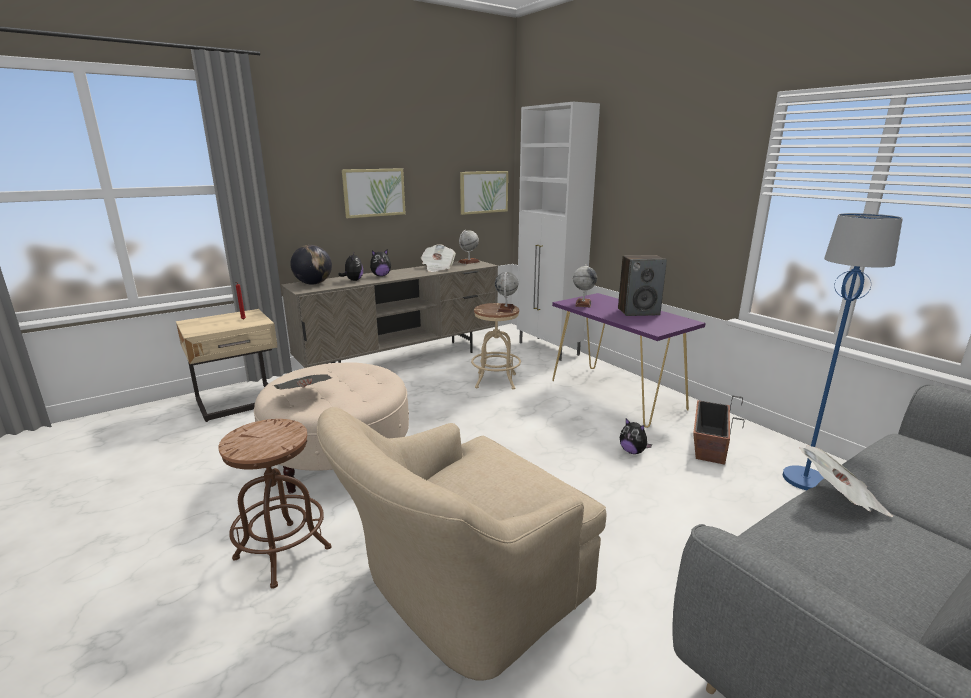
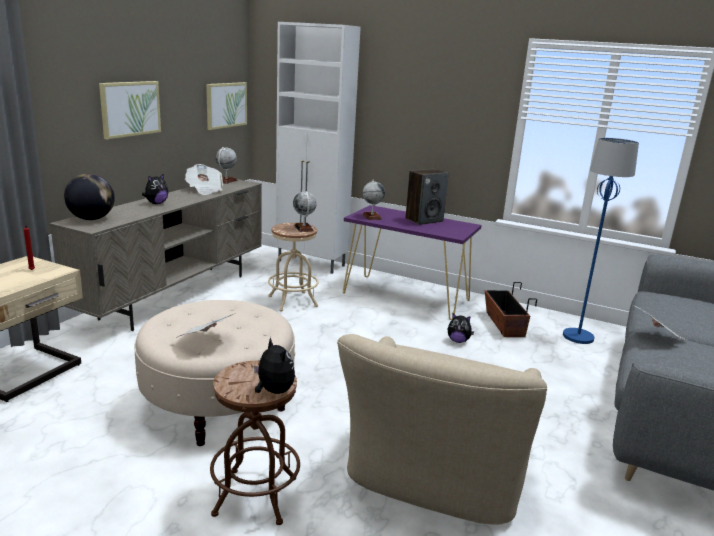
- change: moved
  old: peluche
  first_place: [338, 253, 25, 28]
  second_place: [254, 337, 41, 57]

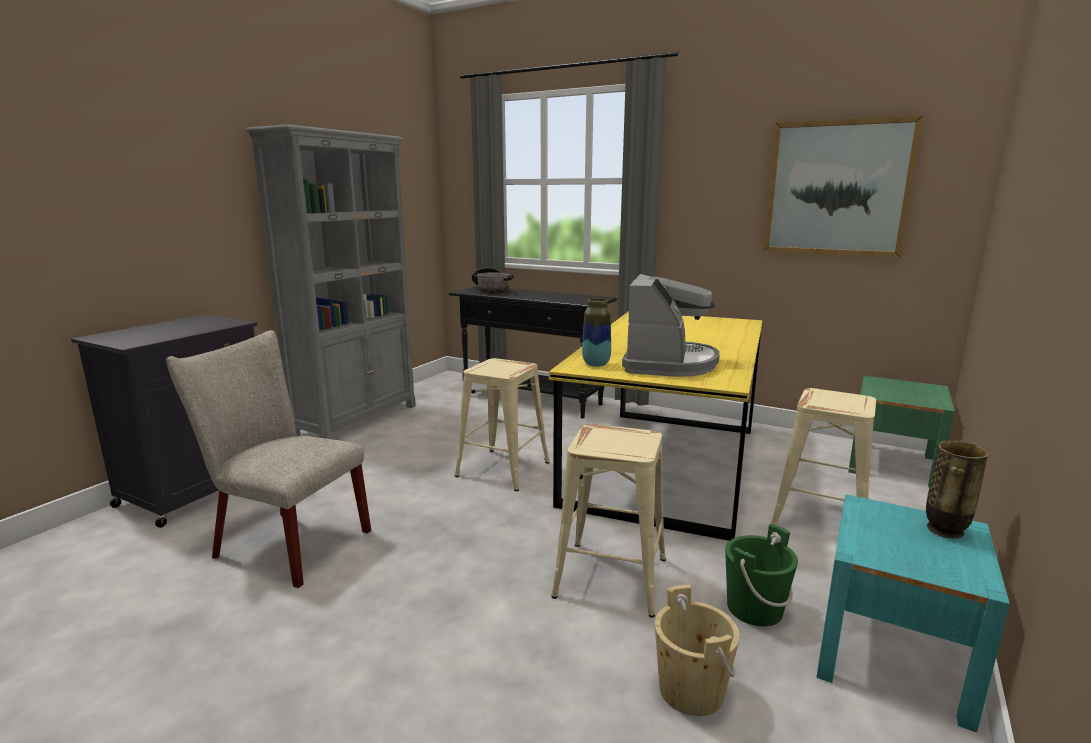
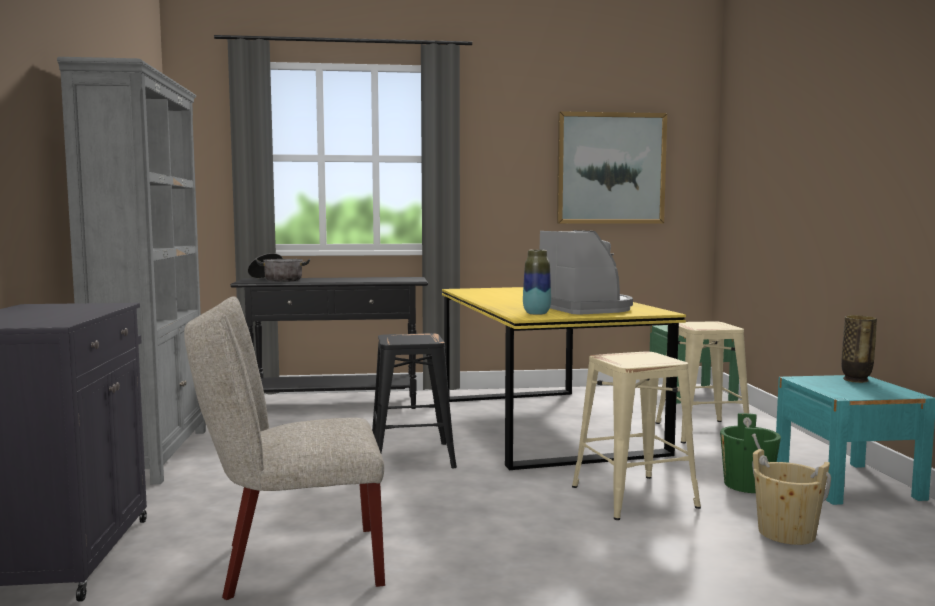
- change: recoloured
  old: taburete (beis)
  new: taburete (negro)
  first_place: [455, 358, 95, 133]
  second_place: [372, 333, 85, 135]

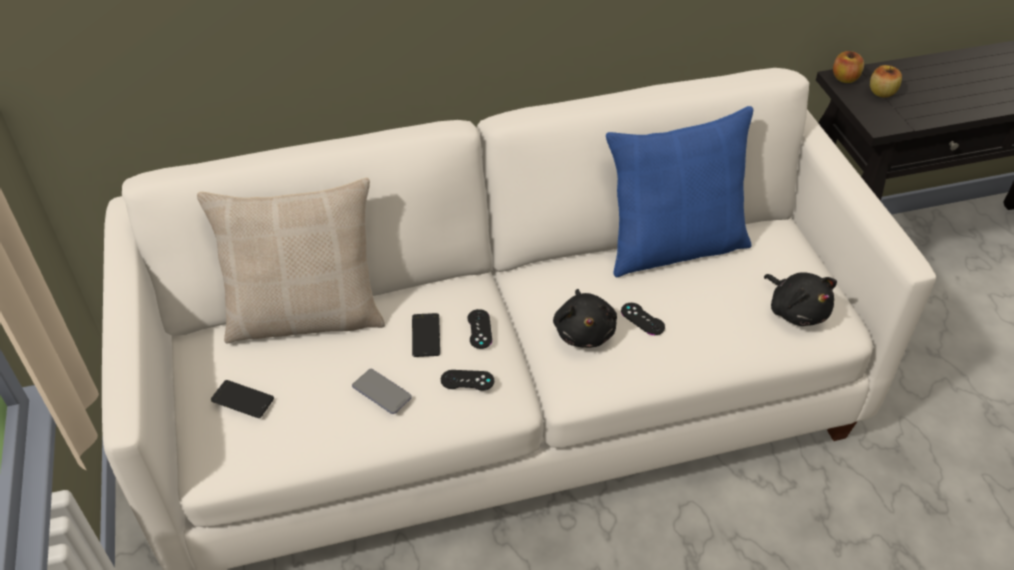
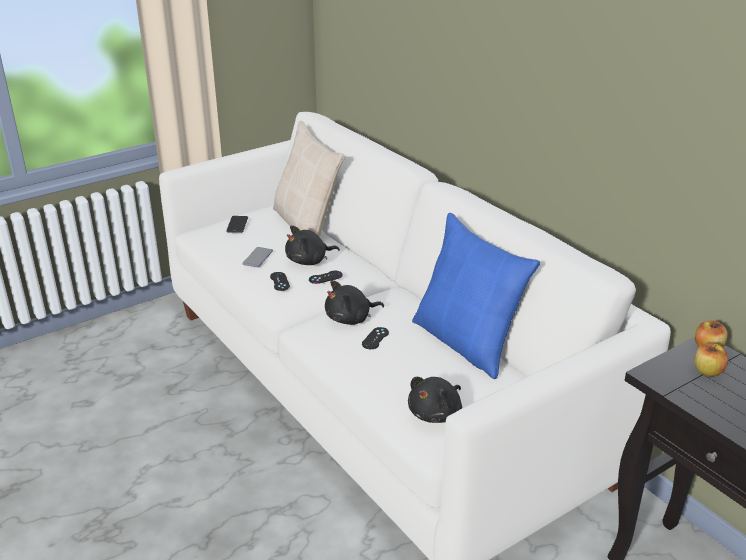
- change: replaced
  old: móvil
  new: peluche (negro)
  first_place: [412, 313, 28, 44]
  second_place: [285, 226, 55, 39]

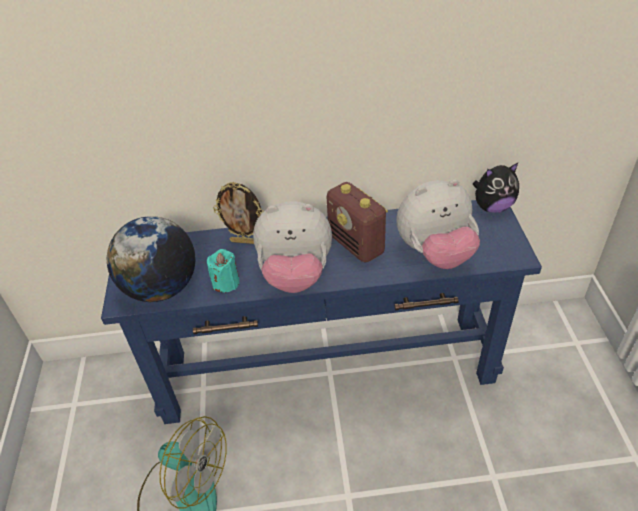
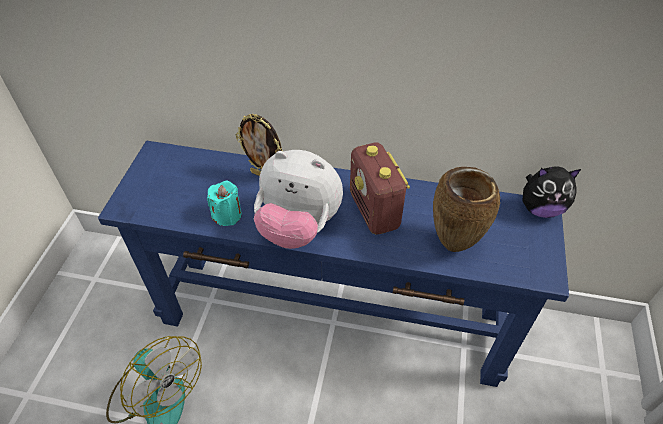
- change: replaced
  old: peluche
  new: florero (marrón)
  first_place: [397, 179, 83, 90]
  second_place: [433, 167, 67, 85]
- change: removed
  old: globo terráqueo
  first_place: [107, 216, 88, 86]

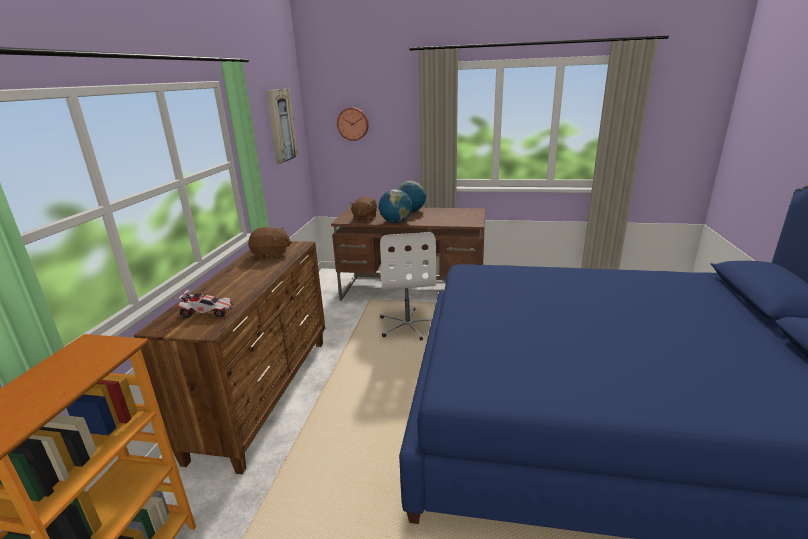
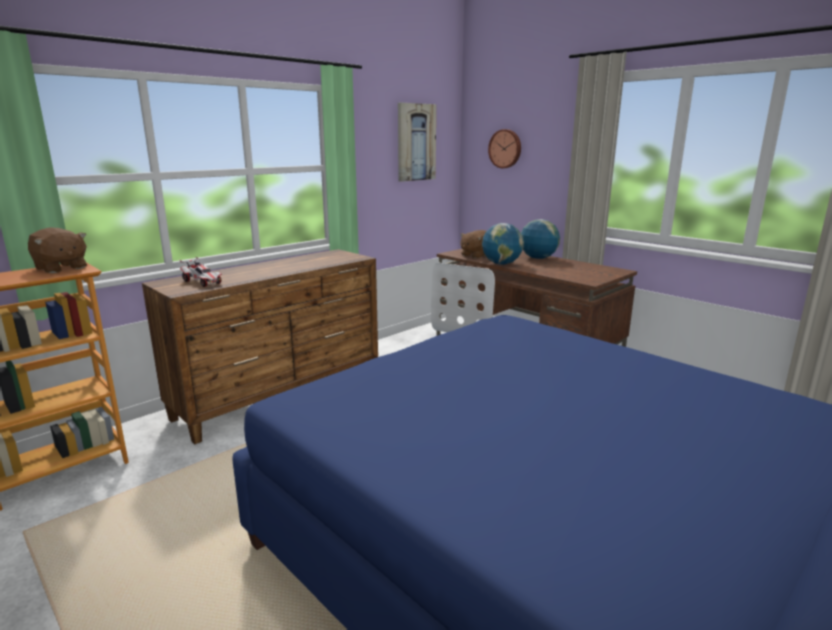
- change: moved
  old: peluche (marrón)
  first_place: [248, 227, 44, 32]
  second_place: [28, 227, 59, 46]

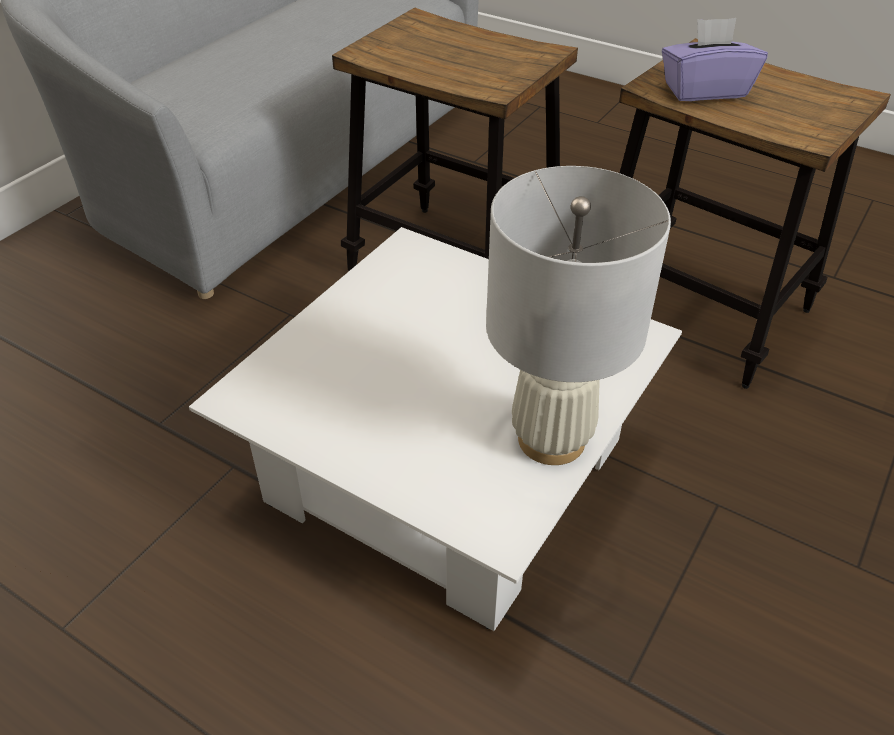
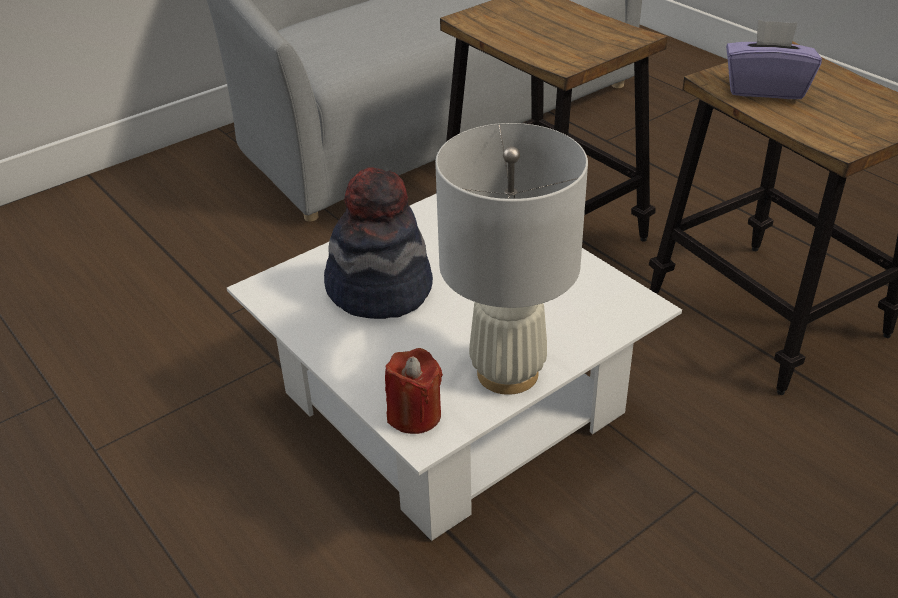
- change: added
  new: sombrero
  second_place: [324, 167, 109, 152]
- change: added
  new: vela (rojo)
  second_place: [385, 348, 58, 86]

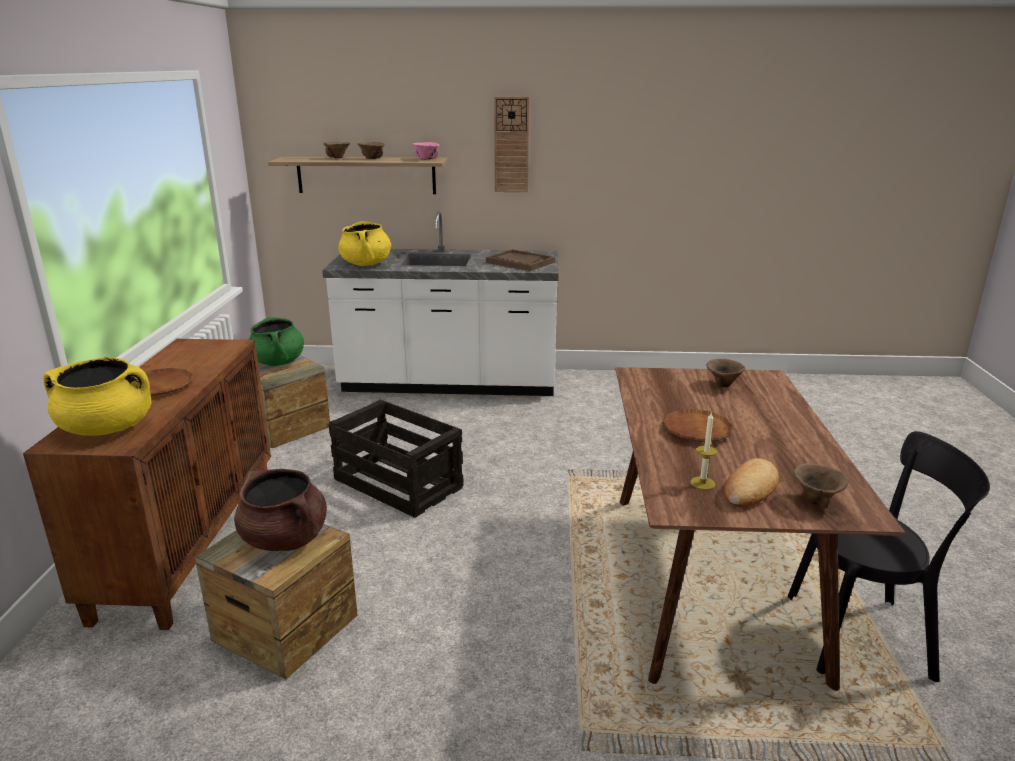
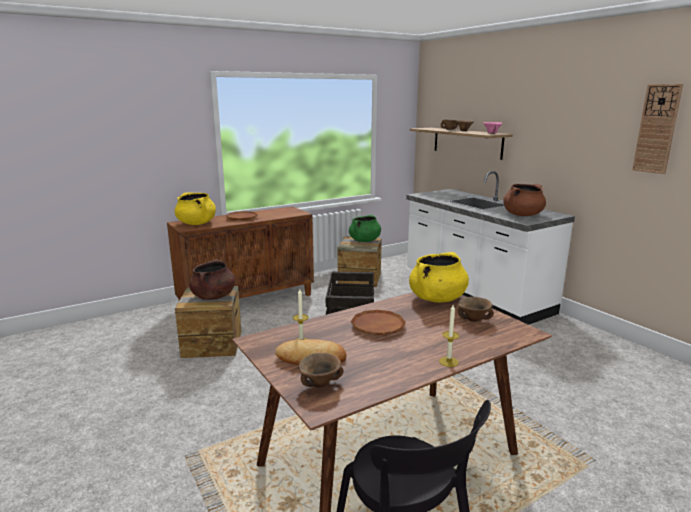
- change: moved
  old: reloj de pared
  first_place: [494, 97, 35, 95]
  second_place: [632, 84, 51, 90]
- change: moved
  old: olla (amarillo)
  first_place: [338, 221, 53, 45]
  second_place: [409, 252, 60, 51]
- change: replaced
  old: bandeja (marrón)
  new: olla (marrón)
  first_place: [486, 249, 69, 22]
  second_place: [503, 184, 43, 32]
- change: added
  new: vela
  second_place: [439, 305, 20, 62]

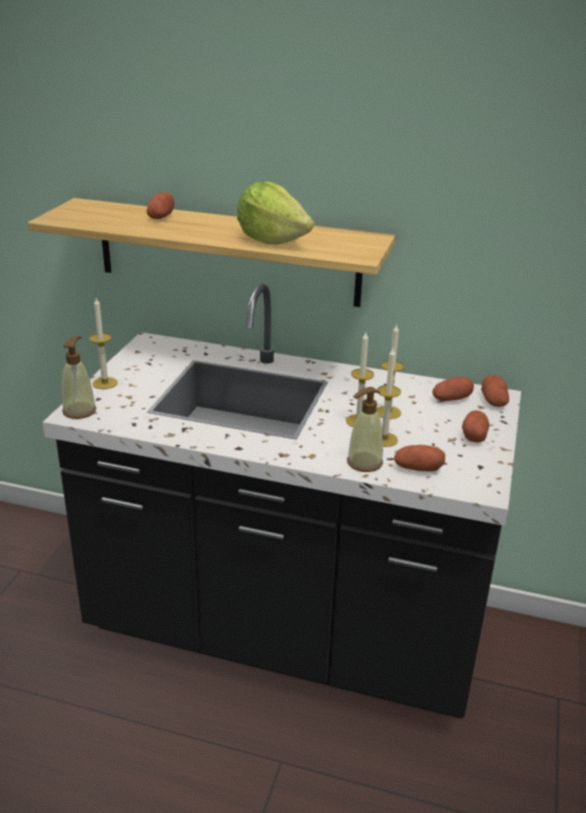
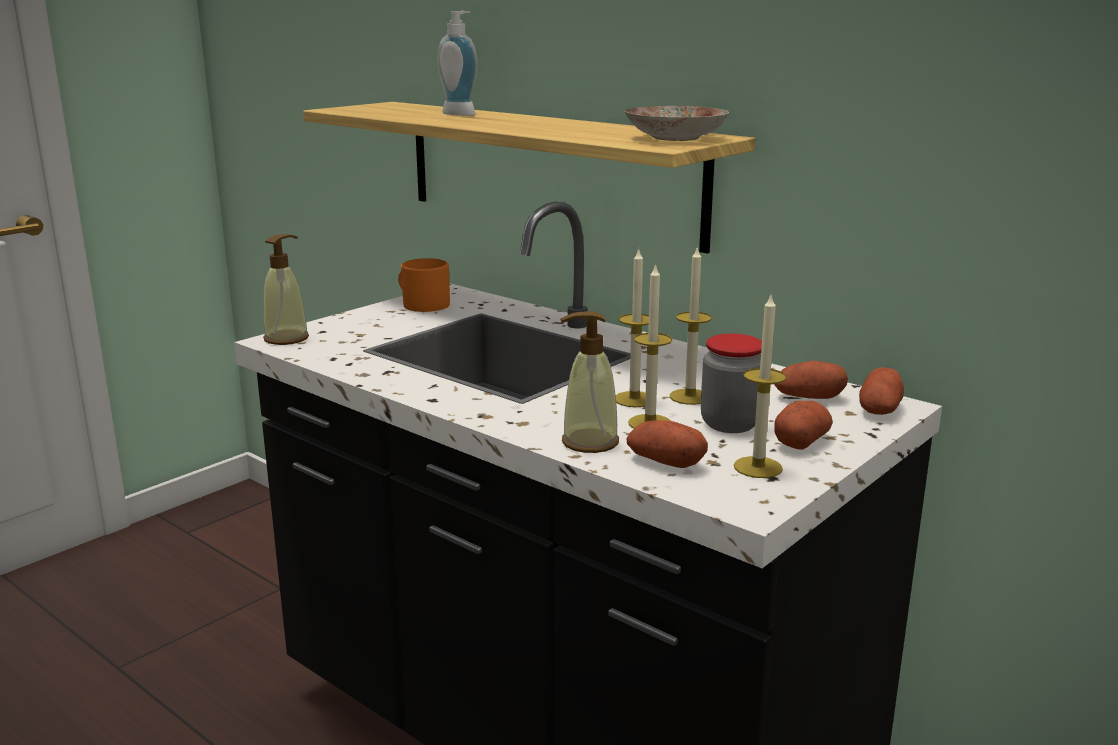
- change: removed
  old: lechuga
  first_place: [237, 182, 77, 62]
- change: replaced
  old: patata
  new: dispensador de jabón
  first_place: [146, 192, 28, 27]
  second_place: [437, 11, 41, 105]
- change: moved
  old: vela
  first_place: [89, 298, 29, 91]
  second_place: [734, 295, 53, 183]
- change: added
  new: plato
  second_place: [625, 106, 104, 35]
- change: added
  new: taza grande (naranja)
  second_place: [398, 258, 52, 54]
- change: added
  new: tarro
  second_place: [701, 334, 61, 99]

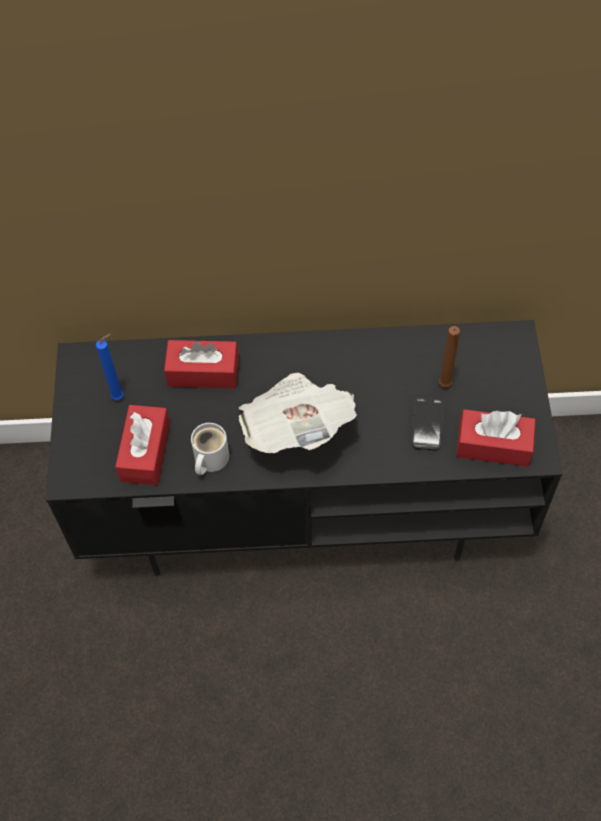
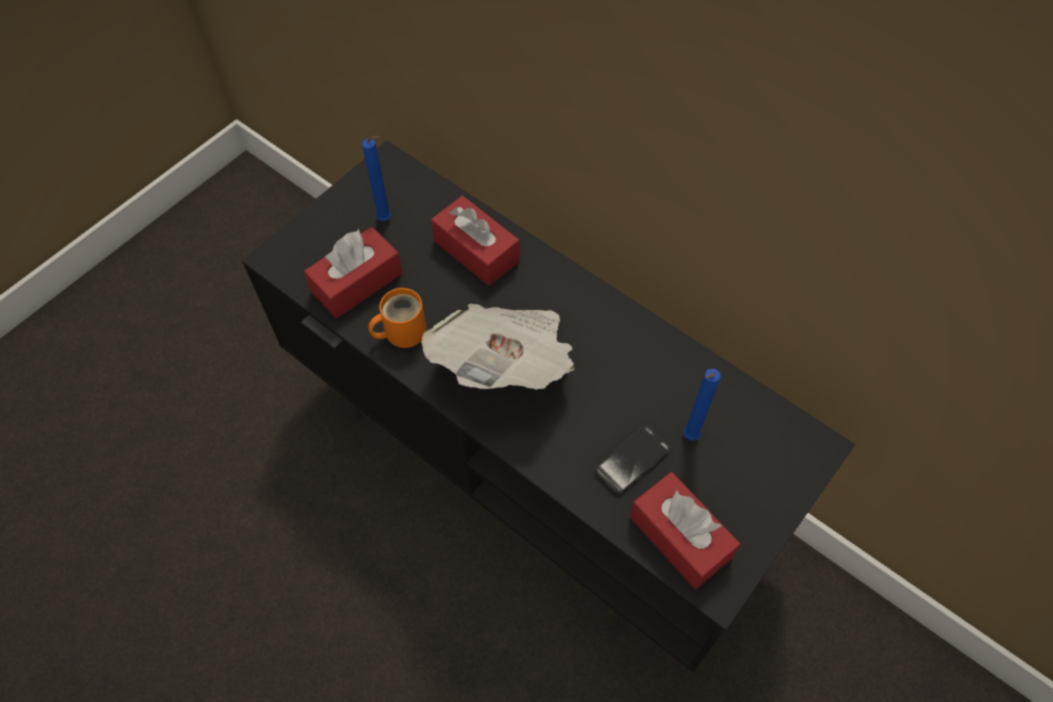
- change: recoloured
  old: vela (marrón)
  new: vela (azul)
  first_place: [439, 326, 21, 61]
  second_place: [684, 369, 37, 71]
- change: recoloured
  old: taza grande (blanco)
  new: taza grande (naranja)
  first_place: [191, 423, 38, 52]
  second_place: [368, 288, 59, 60]

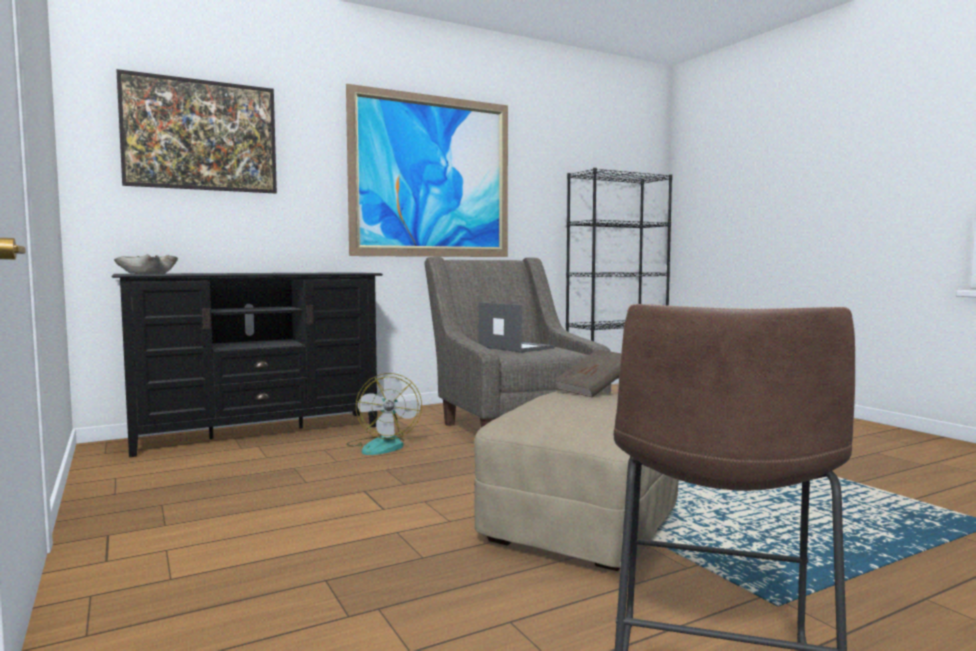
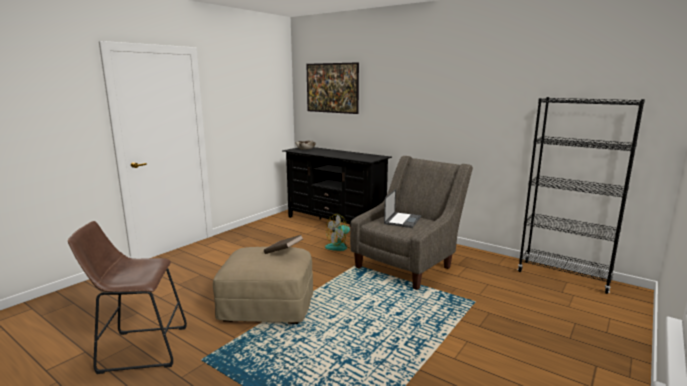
- change: removed
  old: cuadro
  first_place: [346, 84, 162, 173]

